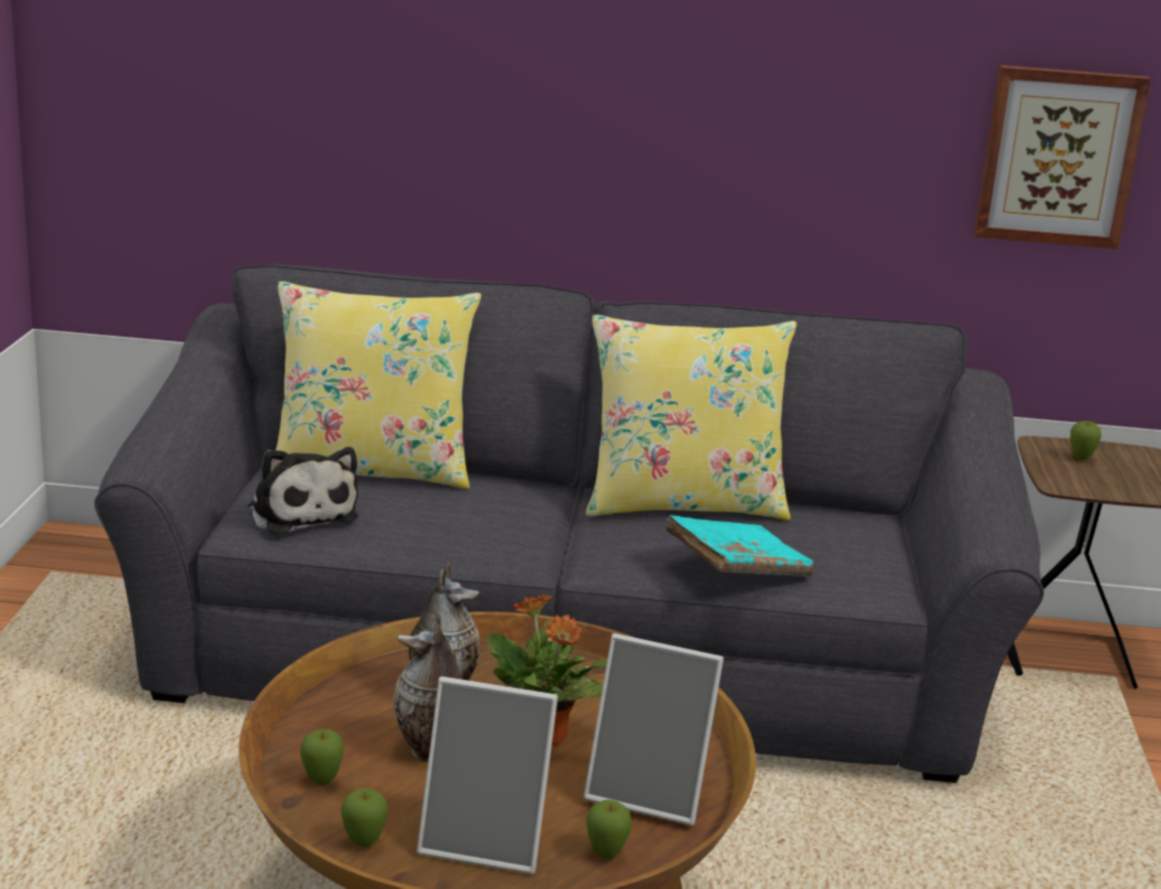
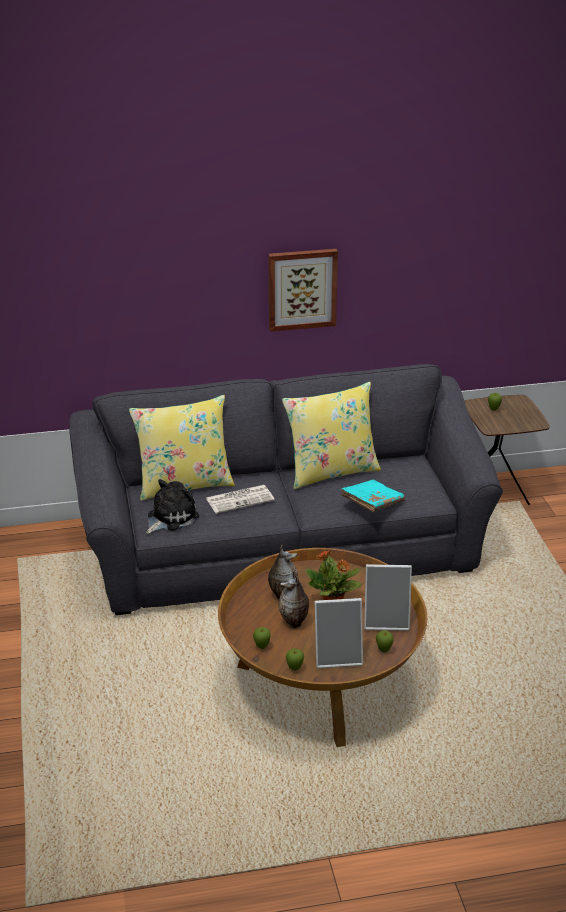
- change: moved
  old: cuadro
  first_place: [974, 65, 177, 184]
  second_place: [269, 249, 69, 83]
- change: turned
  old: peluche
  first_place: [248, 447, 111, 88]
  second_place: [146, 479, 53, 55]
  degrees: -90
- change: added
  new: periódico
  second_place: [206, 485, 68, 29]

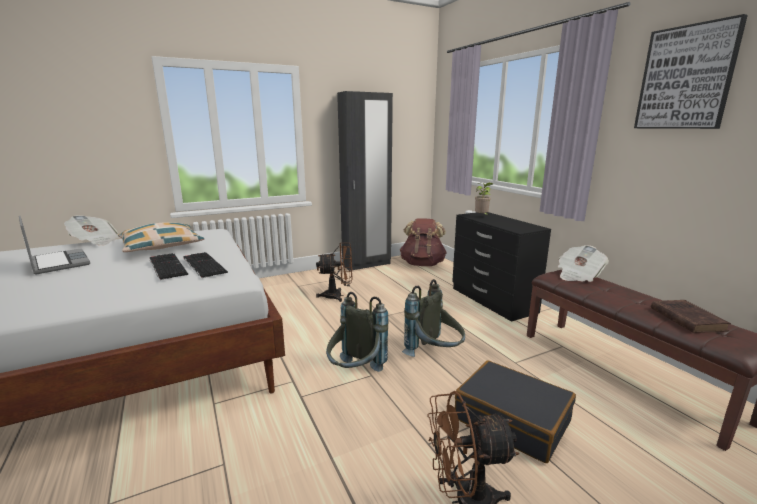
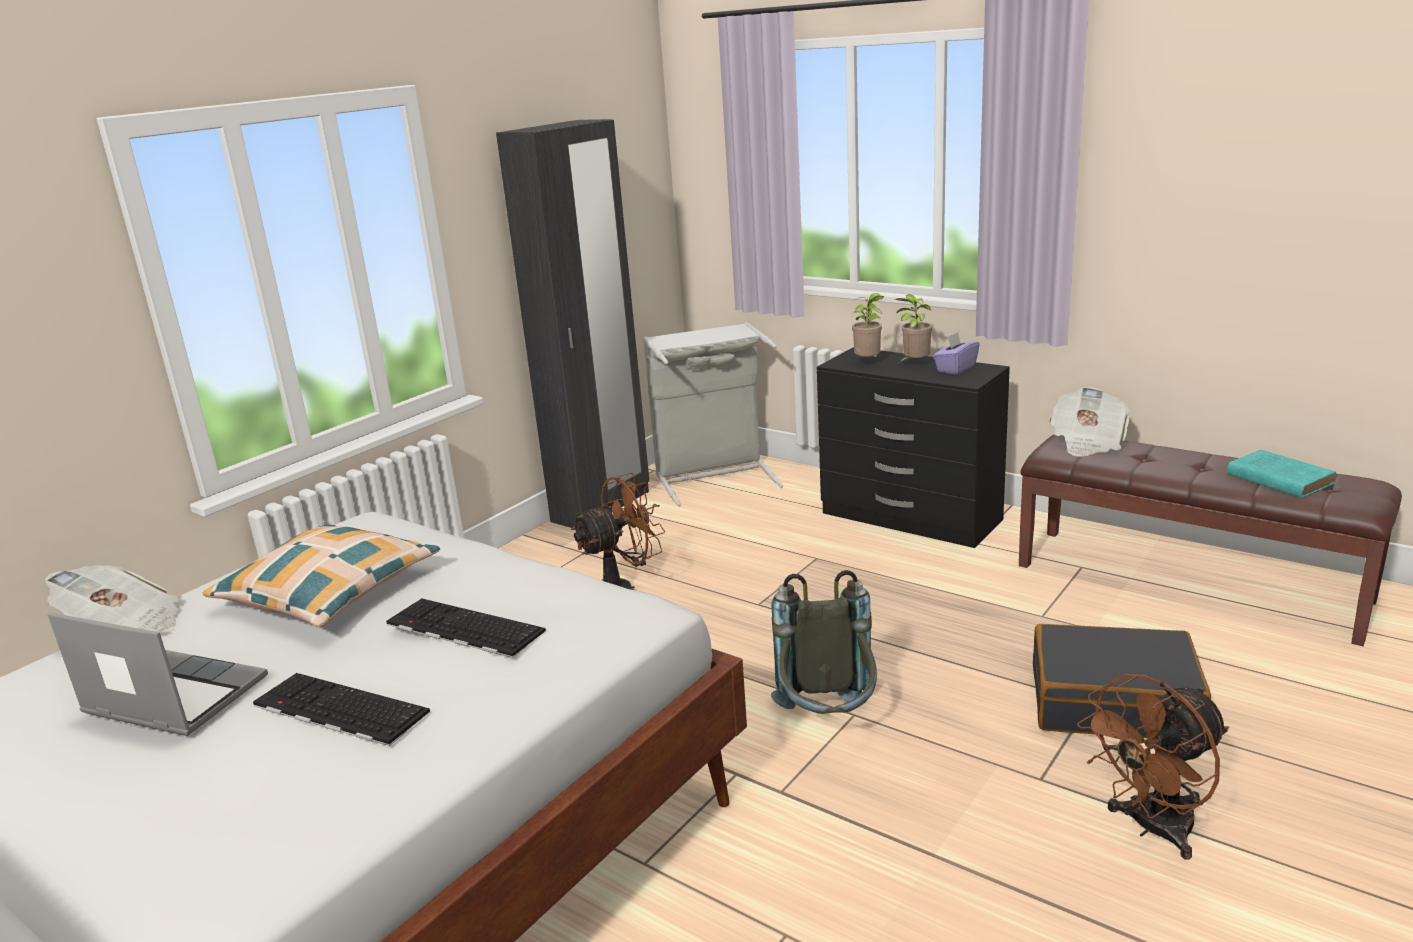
- change: removed
  old: cuadro
  first_place: [634, 14, 114, 115]
- change: replaced
  old: mochila (marrón)
  new: cesto de la ropa (gris)
  first_place: [400, 218, 47, 48]
  second_place: [643, 322, 140, 184]
- change: moved
  old: teclado
  first_place: [183, 252, 45, 26]
  second_place: [253, 673, 177, 73]
- change: removed
  old: mochila (gris)
  first_place: [402, 279, 63, 78]
- change: recoloured
  old: libro (marrón)
  new: libro (turquesa)
  first_place: [651, 300, 80, 33]
  second_place: [1227, 450, 109, 48]
- change: added
  new: planta en maceta
  second_place: [895, 294, 37, 68]
- change: added
  new: caja de pañuelos (morado)
  second_place: [933, 332, 47, 43]

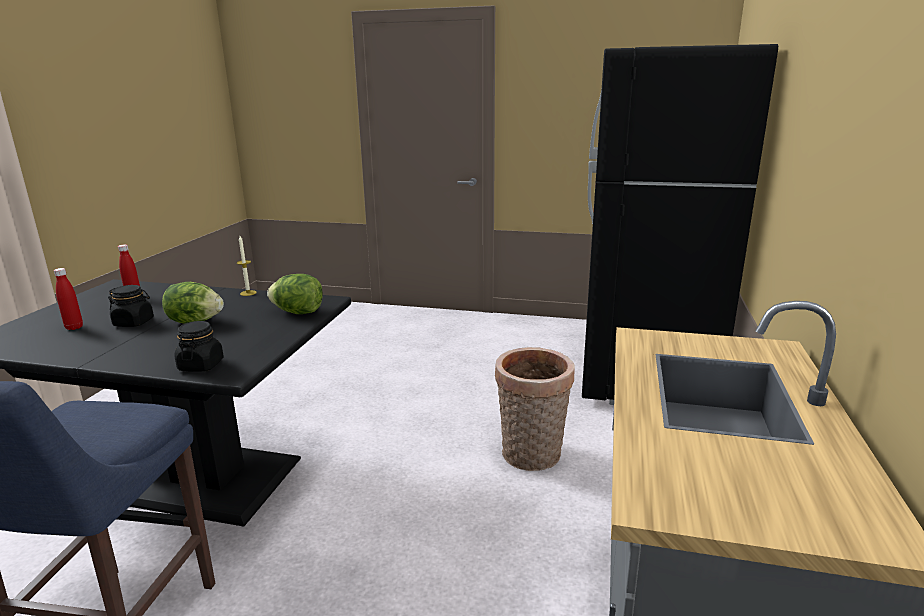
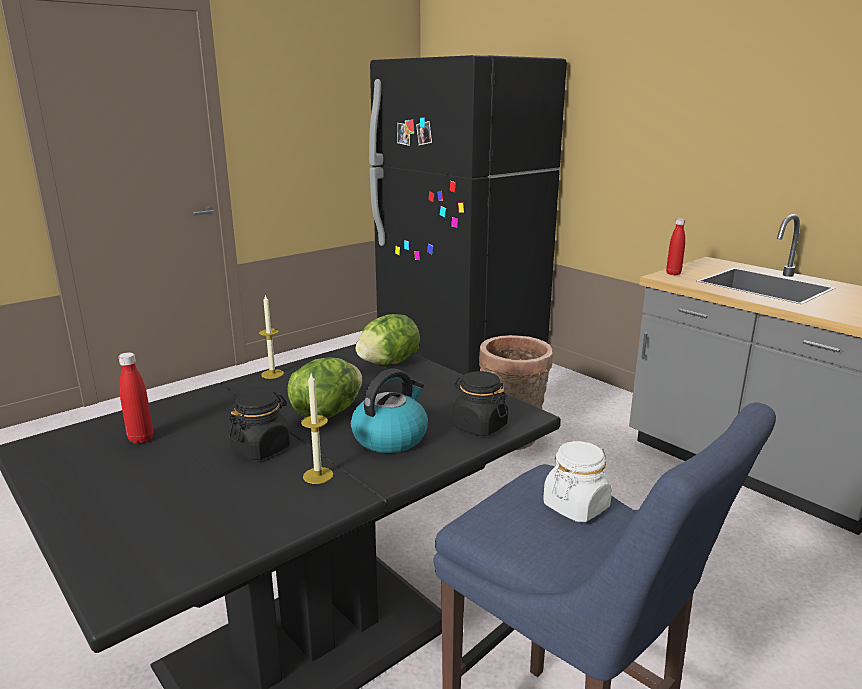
- change: moved
  old: botella (rojo)
  first_place: [54, 268, 29, 62]
  second_place: [666, 218, 19, 57]
- change: added
  new: hervidor
  second_place: [351, 369, 77, 84]
- change: added
  new: vela
  second_place: [301, 374, 32, 110]
- change: added
  new: tarro (blanco)
  second_place: [543, 441, 69, 81]

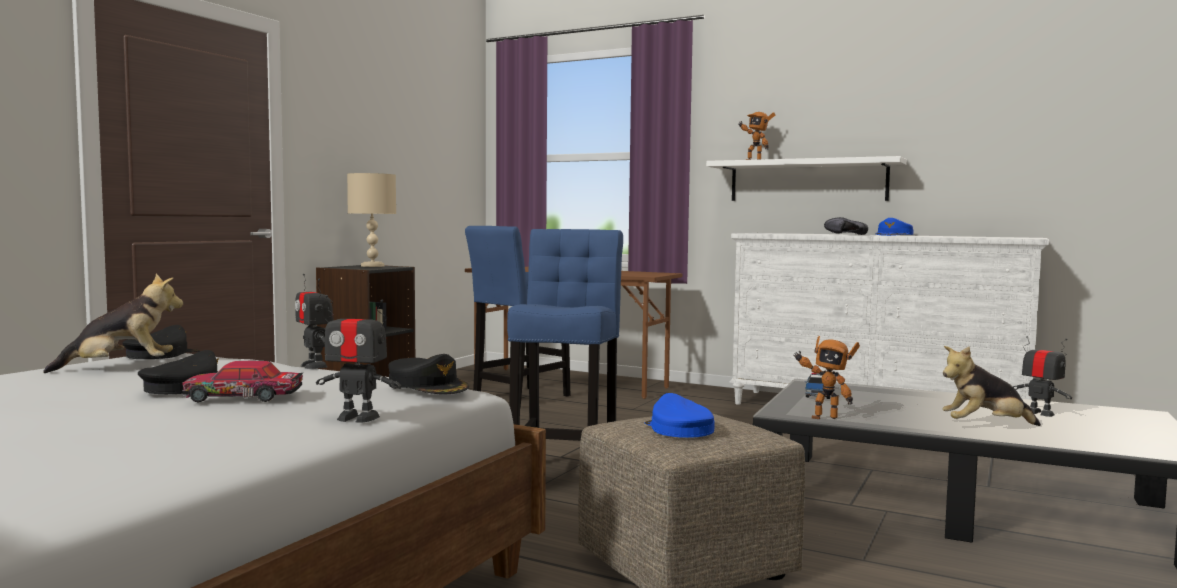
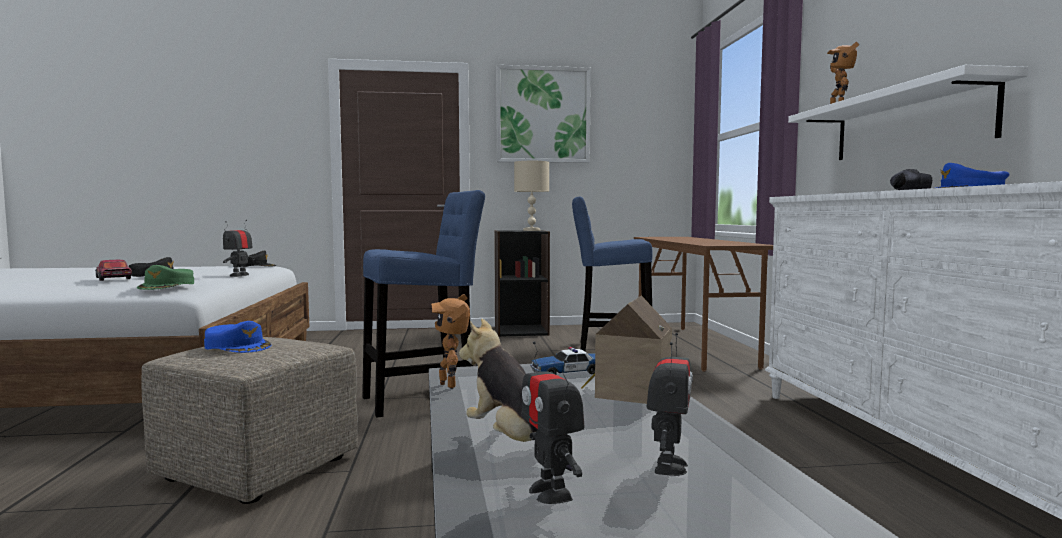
- change: removed
  old: peluche
  first_place: [43, 274, 140, 99]
- change: moved
  old: robot de juguete
  first_place: [316, 295, 85, 128]
  second_place: [522, 341, 63, 163]
- change: recoloured
  old: gorra (negro)
  new: gorra (verde)
  first_place: [388, 354, 81, 40]
  second_place: [137, 265, 57, 25]
- change: turned
  old: gorra (azul)
  first_place: [645, 393, 70, 45]
  second_place: [204, 321, 67, 32]
  degrees: 90
- change: added
  new: cuadro
  second_place: [496, 65, 95, 98]
- change: added
  new: casita
  second_place: [581, 296, 91, 108]

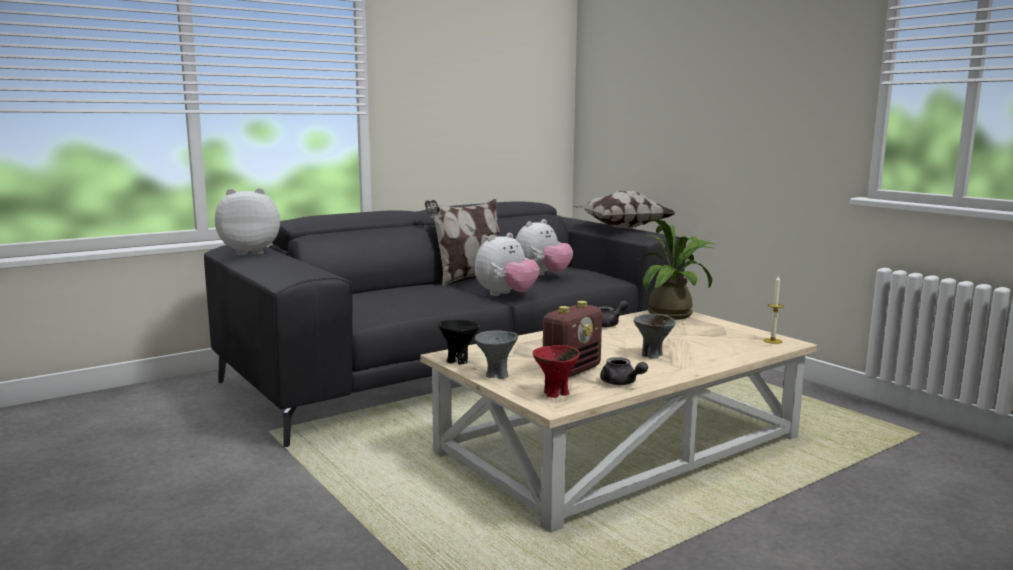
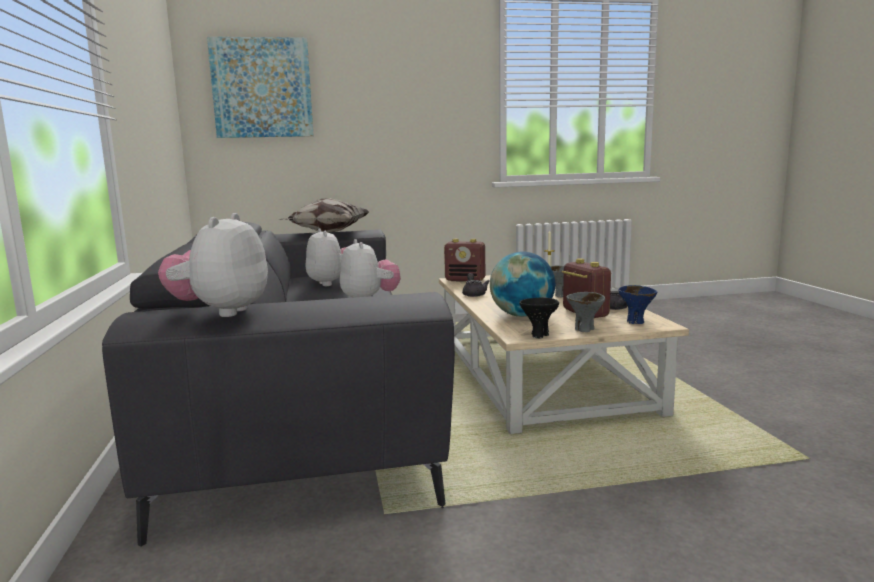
- change: removed
  old: cojín
  first_place: [425, 199, 75, 87]
- change: replaced
  old: planta en maceta
  new: radio
  first_place: [636, 219, 82, 101]
  second_place: [444, 239, 41, 43]
- change: recoloured
  old: cuenco (rojo)
  new: cuenco (azul)
  first_place: [533, 345, 47, 53]
  second_place: [619, 285, 38, 39]
- change: added
  new: cuadro
  second_place: [207, 37, 107, 101]
- change: added
  new: globo terráqueo
  second_place: [490, 251, 65, 66]

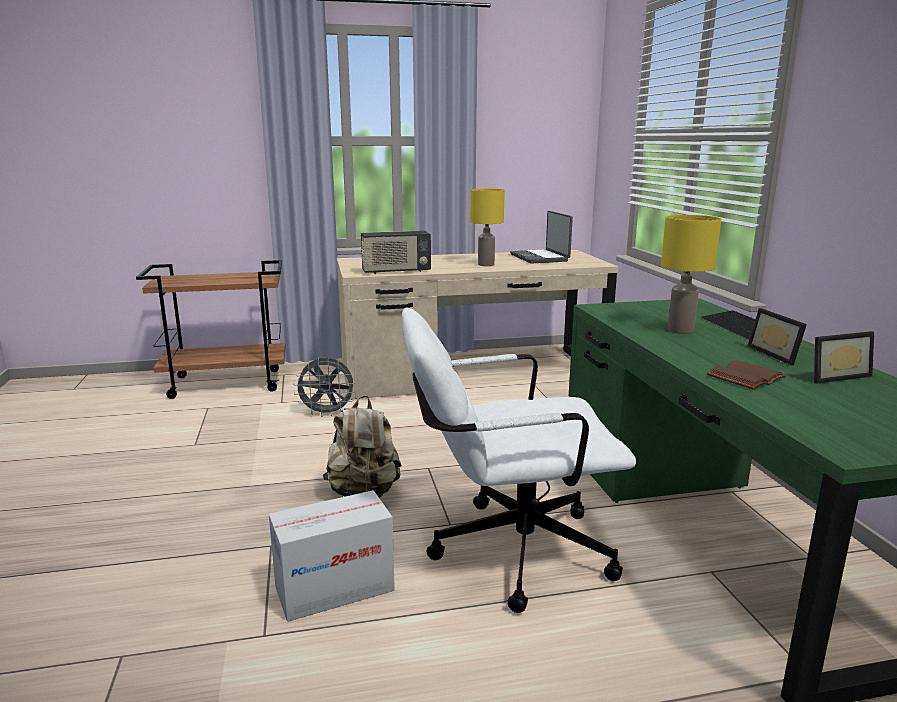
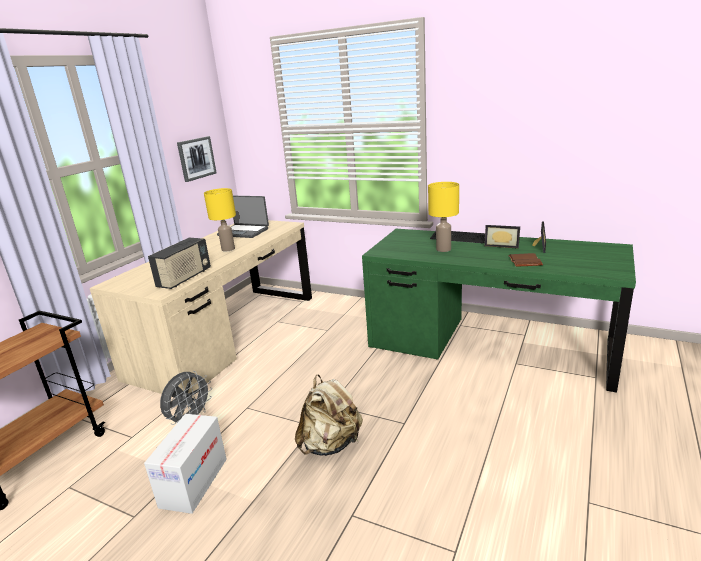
- change: removed
  old: silla de oficina (blanco)
  first_place: [401, 307, 235, 306]
- change: moved
  old: caja de cartón
  first_place: [269, 490, 126, 132]
  second_place: [144, 414, 83, 100]
- change: added
  new: cuadro
  second_place: [177, 136, 40, 46]

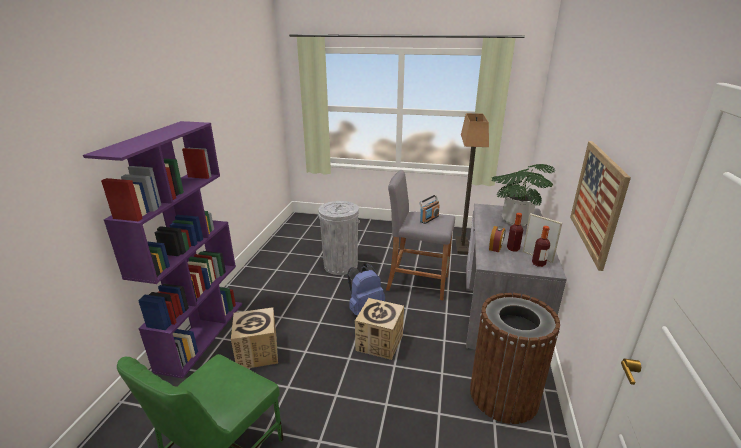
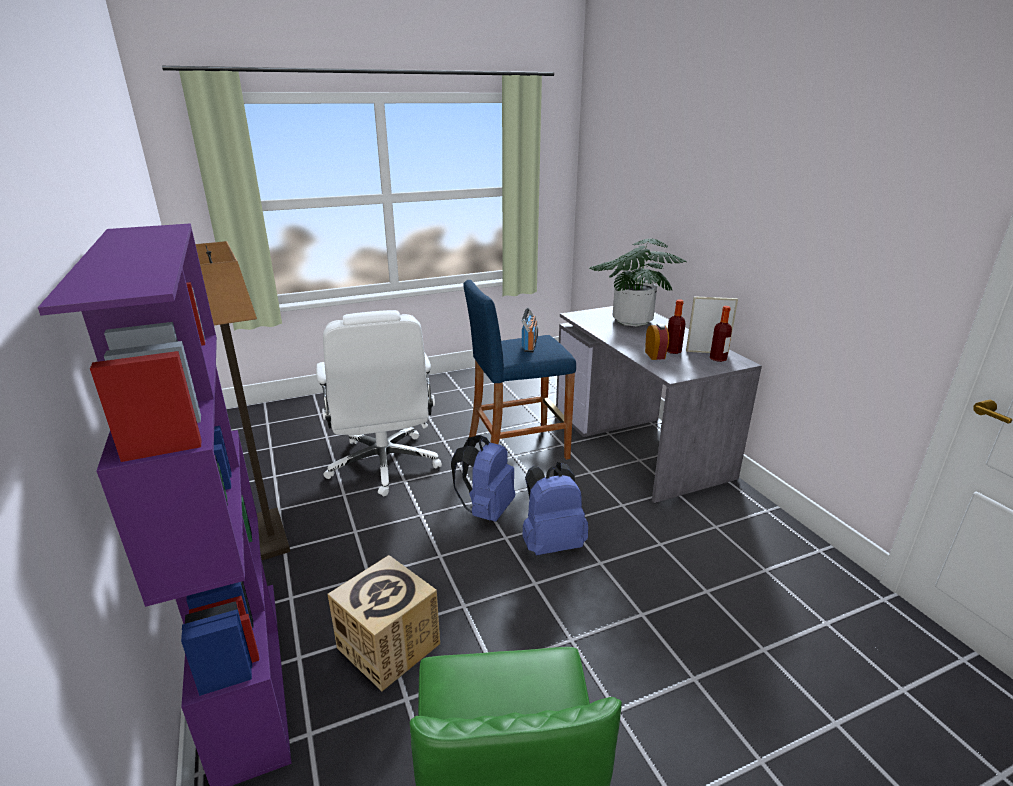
- change: moved
  old: lámpara de pie
  first_place: [455, 113, 34, 141]
  second_place: [195, 241, 95, 319]
- change: removed
  old: cuadro
  first_place: [570, 141, 61, 130]
- change: recoloured
  old: taburete (gris)
  new: taburete (azul)
  first_place: [386, 170, 69, 130]
  second_place: [463, 280, 113, 180]
- change: replaced
  old: papelera (gris)
  new: silla de oficina (blanco)
  first_place: [318, 201, 42, 74]
  second_place: [316, 310, 126, 186]
- change: removed
  old: papelera (marrón)
  first_place: [470, 293, 90, 131]
- change: replaced
  old: caja de cartón
  new: mochila (azul)
  first_place: [355, 298, 49, 62]
  second_place: [522, 462, 66, 93]

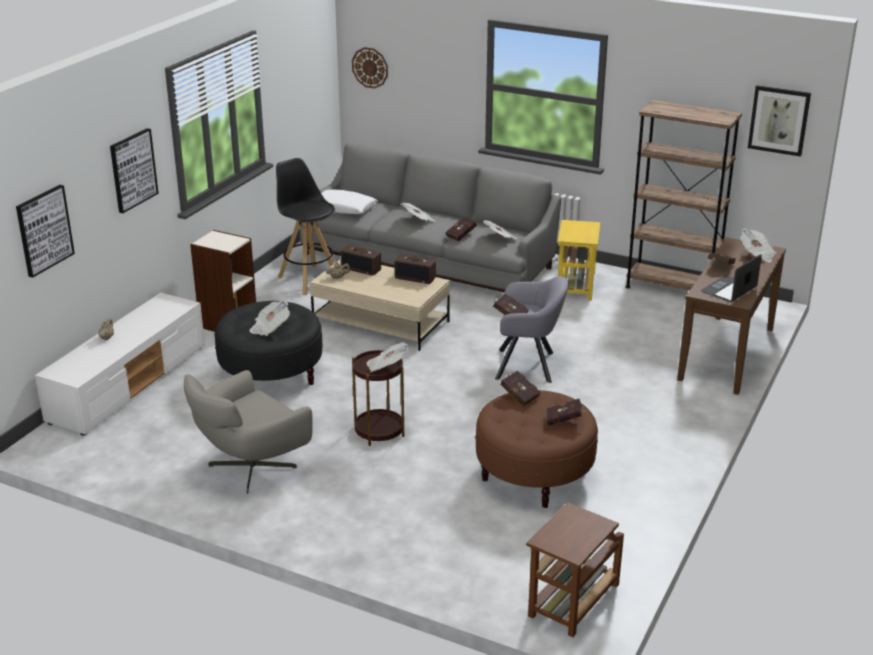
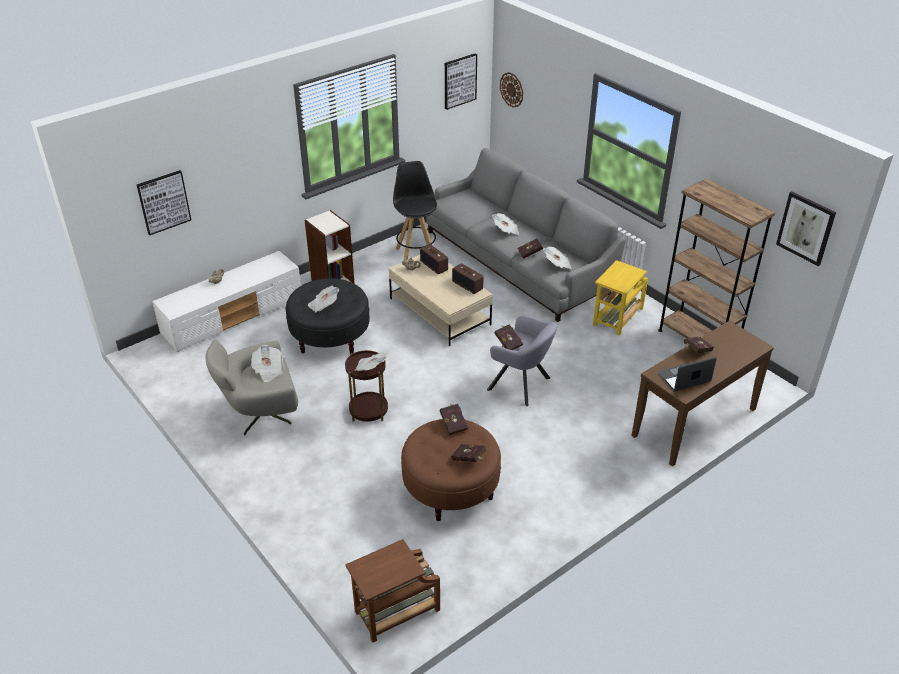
- change: moved
  old: cuadro
  first_place: [110, 128, 49, 85]
  second_place: [445, 53, 32, 57]
- change: removed
  old: cojín (blanco)
  first_place: [321, 189, 57, 25]
- change: moved
  old: periódico
  first_place: [740, 229, 37, 34]
  second_place: [251, 345, 32, 37]

